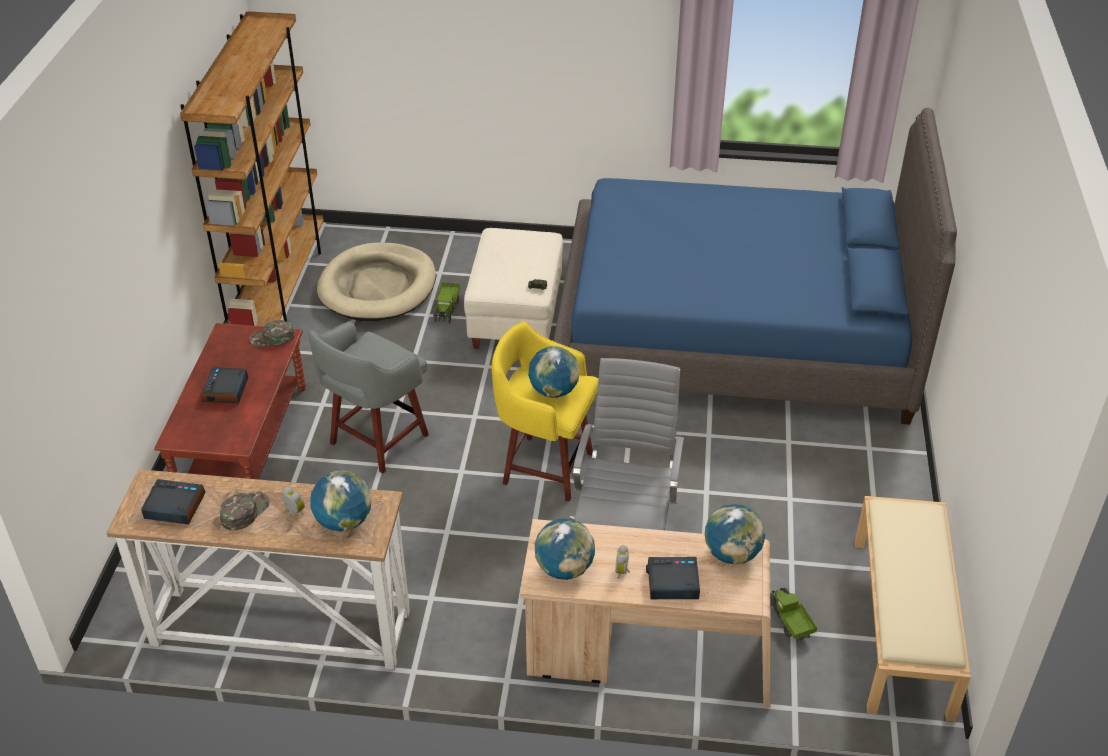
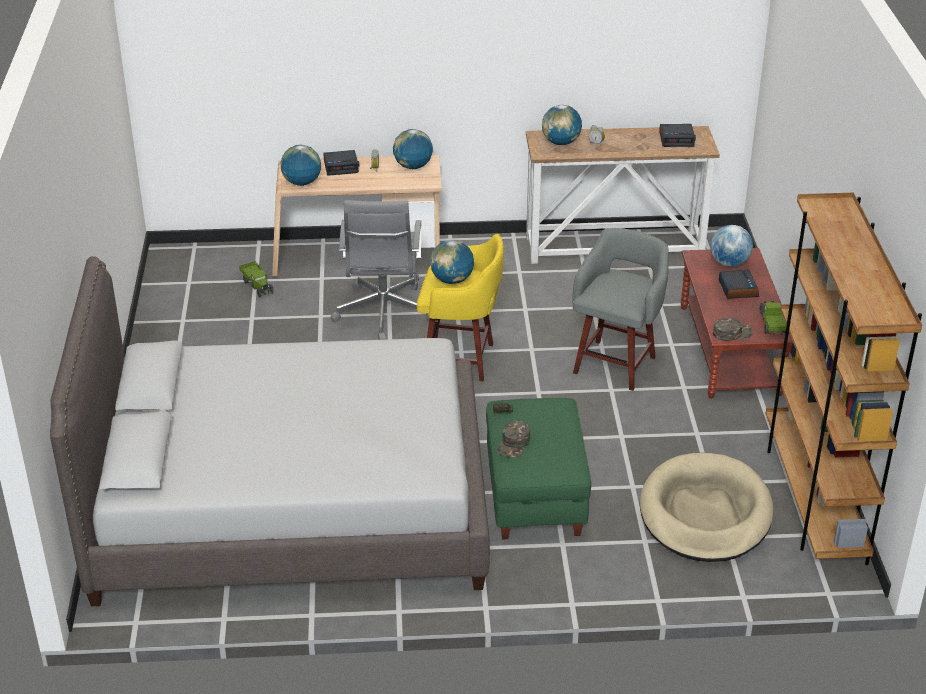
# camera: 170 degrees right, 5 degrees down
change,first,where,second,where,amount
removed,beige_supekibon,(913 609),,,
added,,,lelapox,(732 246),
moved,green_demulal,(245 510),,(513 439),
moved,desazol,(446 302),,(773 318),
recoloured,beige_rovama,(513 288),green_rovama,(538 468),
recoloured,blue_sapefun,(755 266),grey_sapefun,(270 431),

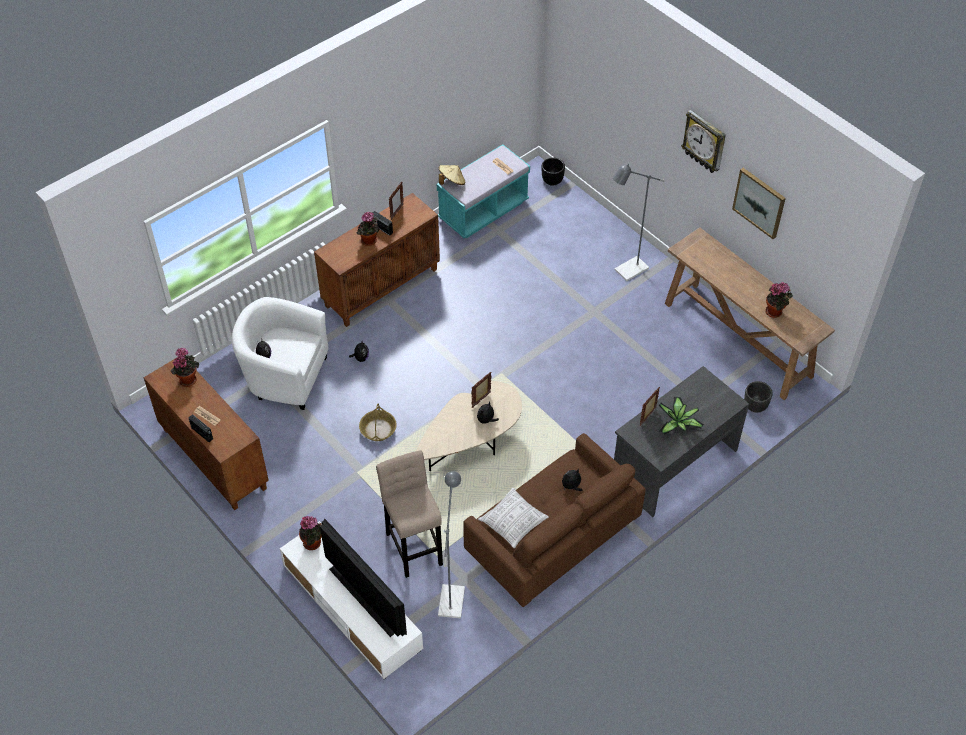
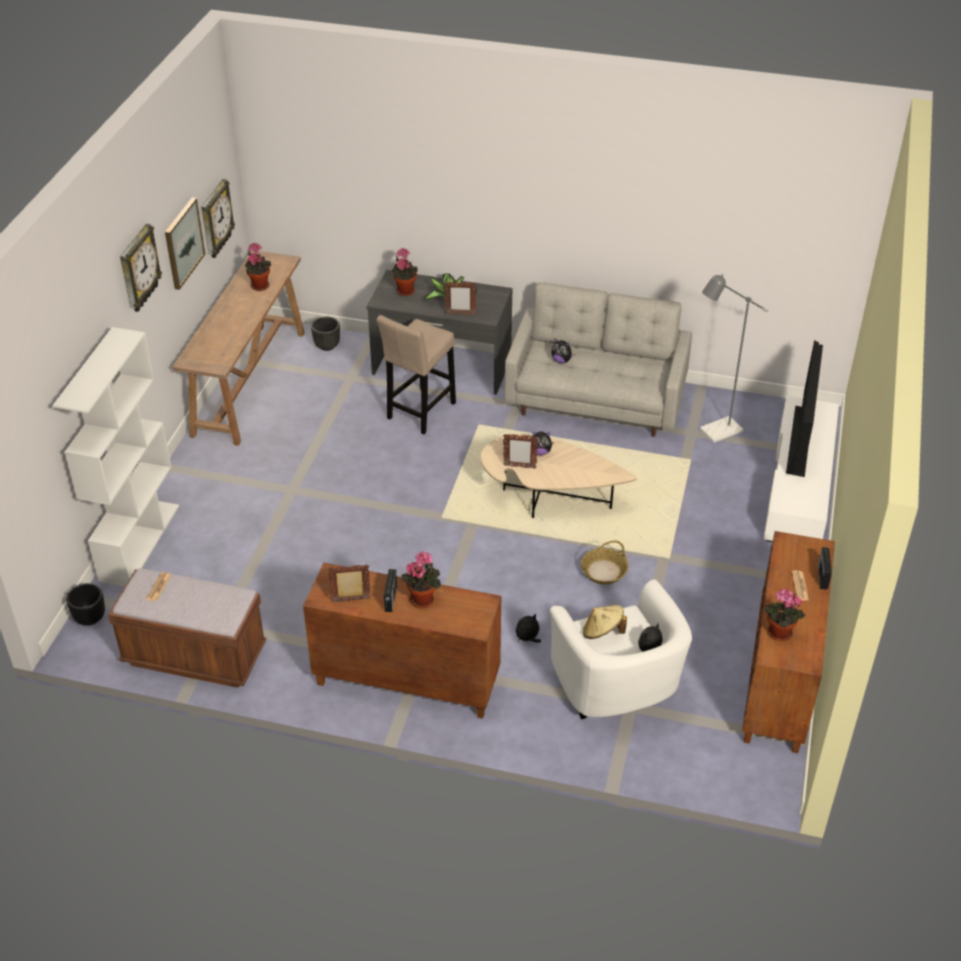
# camera: 125 degrees left, 10 degrees down
change,first,where,second,where,amount
removed,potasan,(513 518),,,
removed,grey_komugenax,(639 222),,,
added,,,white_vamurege,(115 457),
added,,,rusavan,(218 218),
moved,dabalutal,(310 533),,(405 272),
moved,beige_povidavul,(409 514),,(416 374),
moved,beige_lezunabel,(452 175),,(605 622),
recoloured,turquoise_supekibon,(483 191),brown_supekibon,(187 628),
recoloured,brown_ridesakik,(555 520),grey_ridesakik,(598 359),

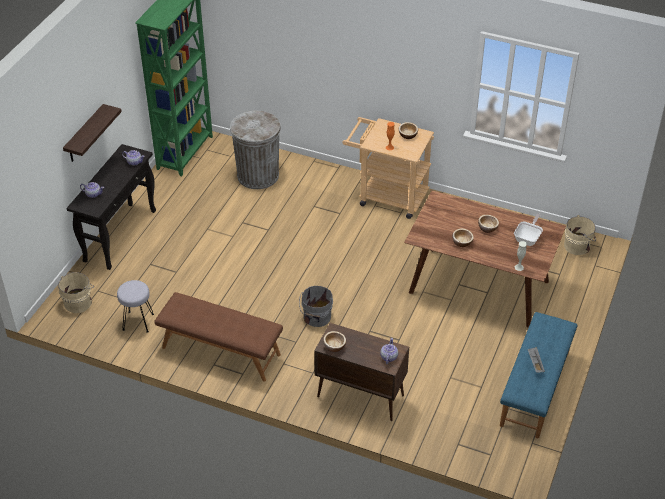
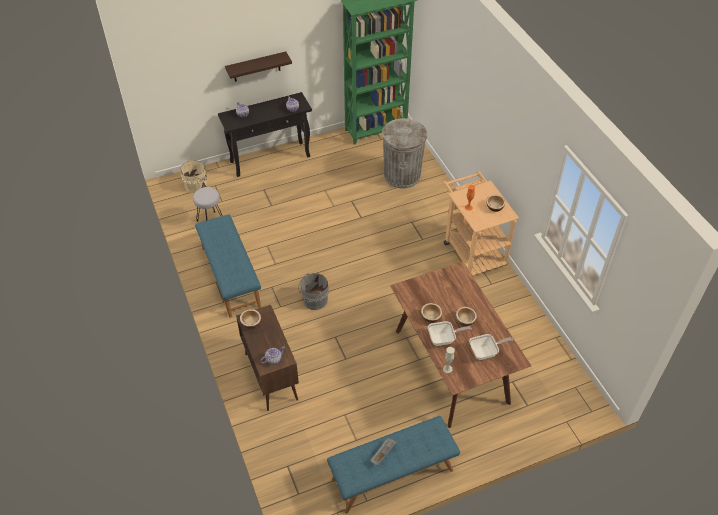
# camera: 45 degrees right, 5 degrees up
change,first,where,second,where,amount
removed,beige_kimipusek,(580 235),,,
added,,,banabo,(450 333),
recoloured,brown_supekibon,(218 337),blue_supekibon,(228 266),

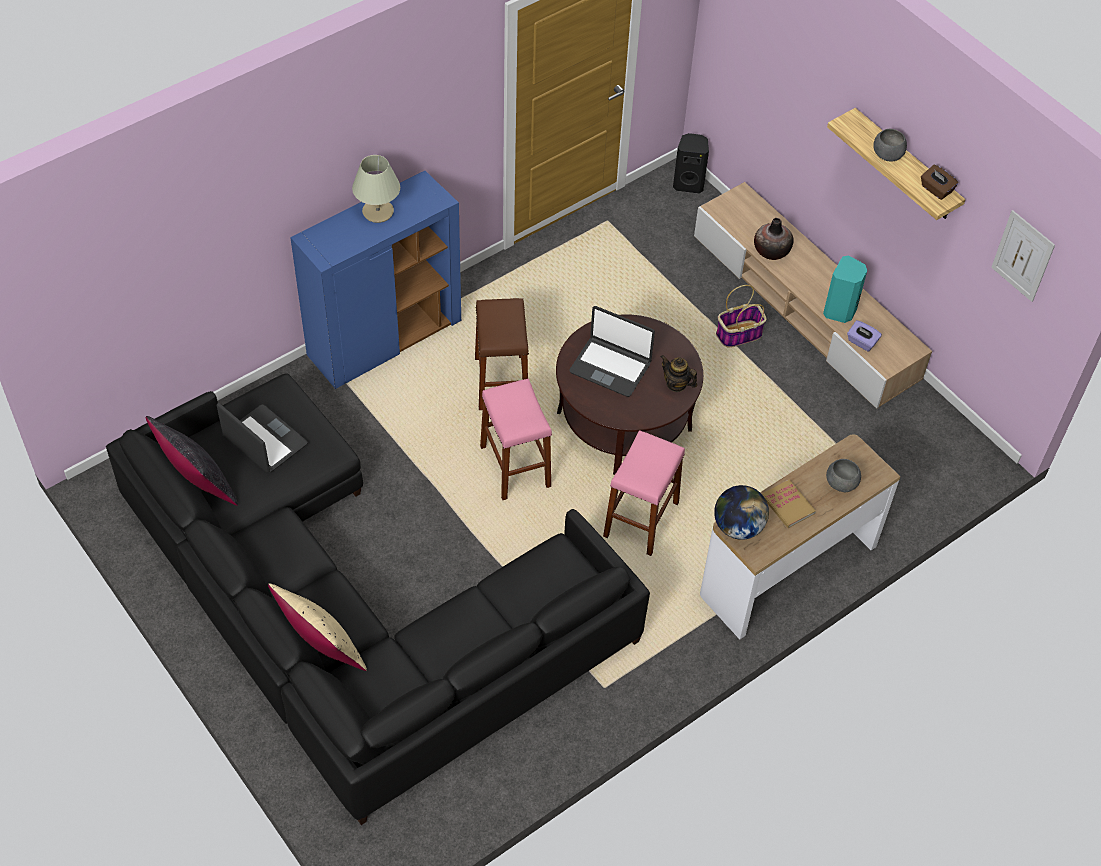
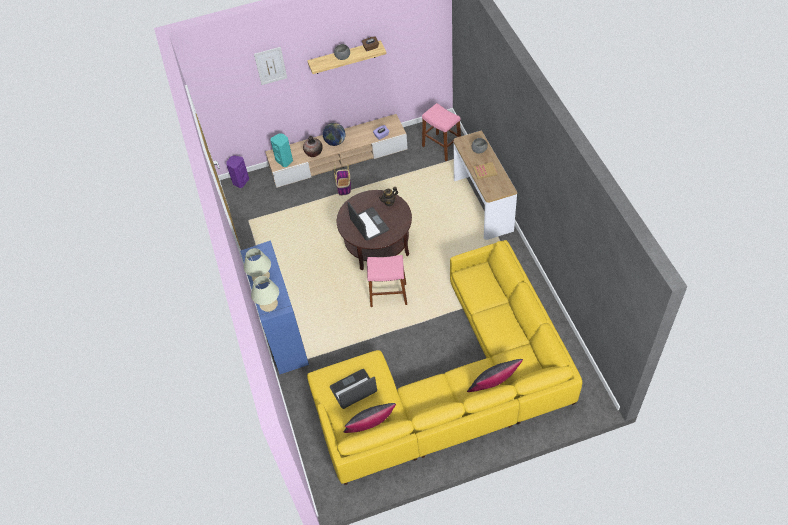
# camera: 65 degrees left, 0 degrees up
change,first,where,second,where,amount
removed,brown_povidavul,(502 354),,,
added,,,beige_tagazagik,(265 294),
moved,pink_povidavul,(644 493),,(441 132),
moved,lelapox,(741 512),,(334 134),
moved,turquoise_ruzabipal,(845 289),,(281 150),
moved,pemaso,(1023 256),,(270 66),
recoloured,black_ridesakik,(378 599),yellow_ridesakik,(444 362),
recoloured,beige_potasan,(317 627),black_potasan,(495 375),
recoloured,black_ruzabipal,(691 163),purple_ruzabipal,(237 171),
turned,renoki,(612 351),,(368 221),75 degrees counterclockwise

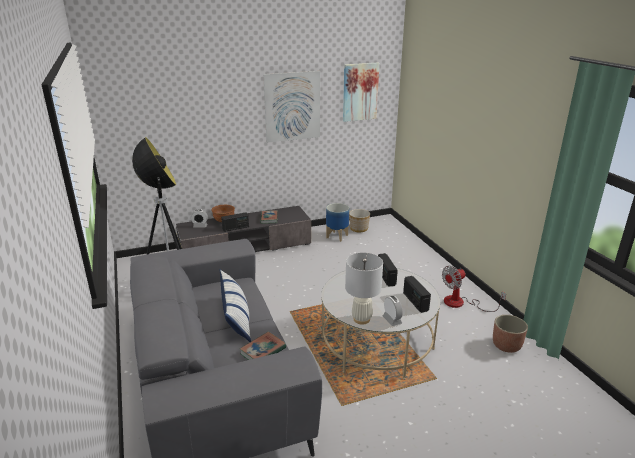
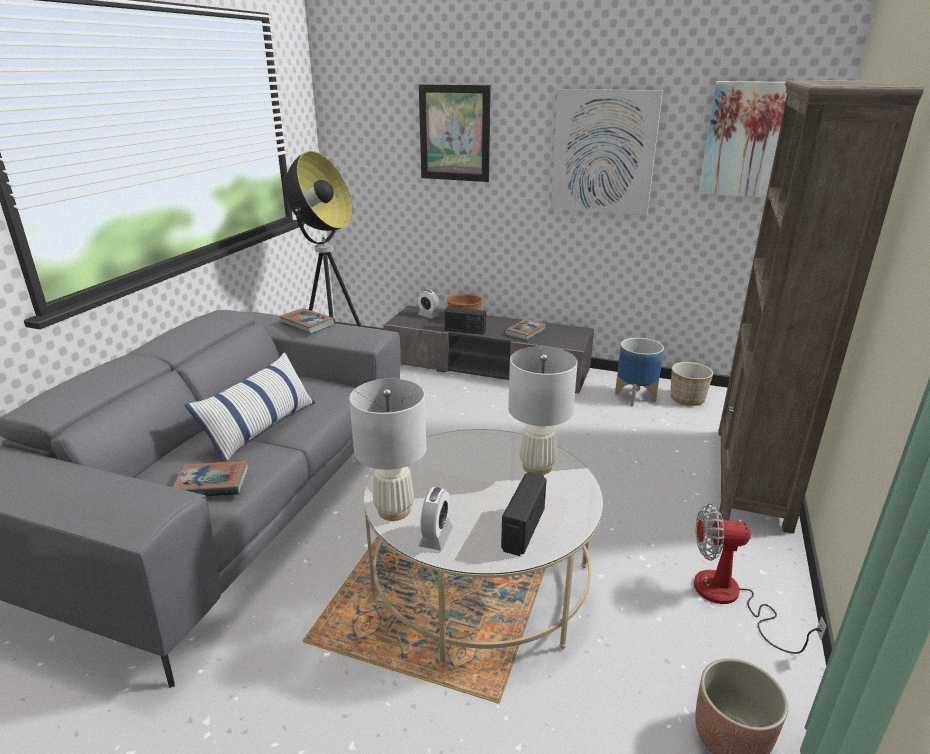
# camera: 40 degrees right, 0 degrees up
change,first,where,second,where,amount
added,,,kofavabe,(307 321),
added,,,pemaso,(455 133),
added,,,brown_vamurege,(821 307),
replaced,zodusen,(388 270),white_tagazagik,(543 410),

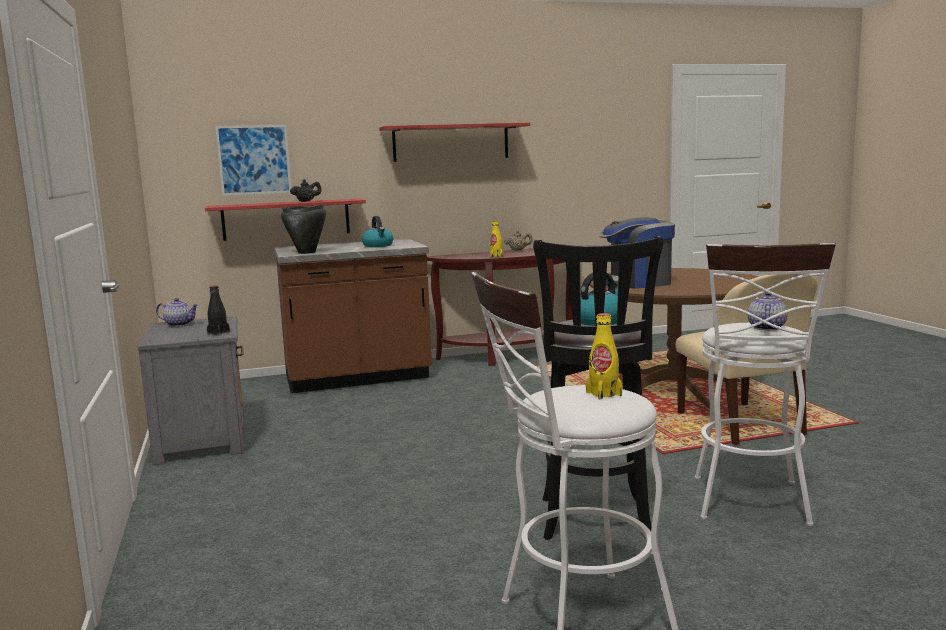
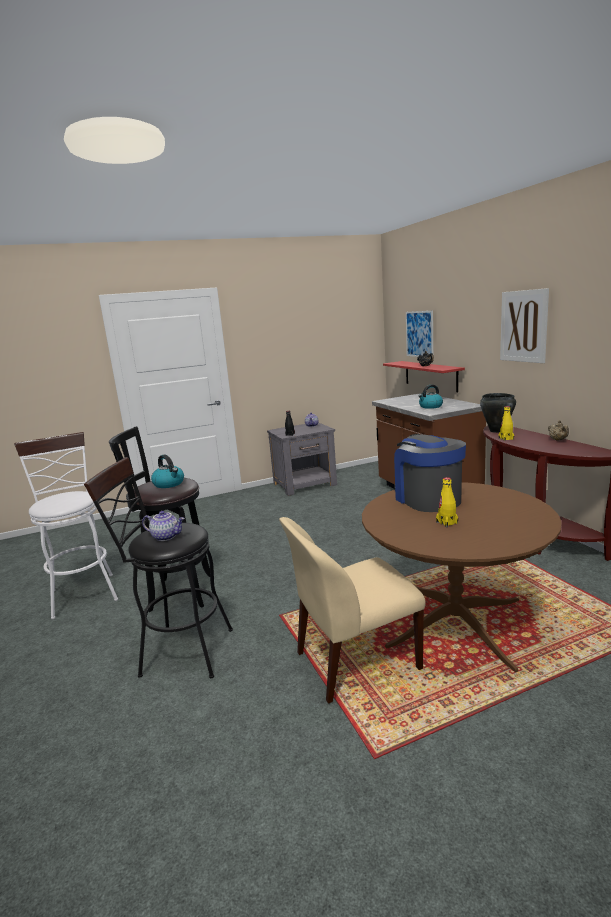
# camera: 85 degrees right, 5 degrees up
change,first,where,second,where,amount
moved,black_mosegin,(303 229),,(498 413),
moved,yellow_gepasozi,(604 356),,(447 502),
replaced,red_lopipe,(454 142),pemaso,(524 325),
recoloured,white_povidavul,(765 384),black_povidavul,(158 567),

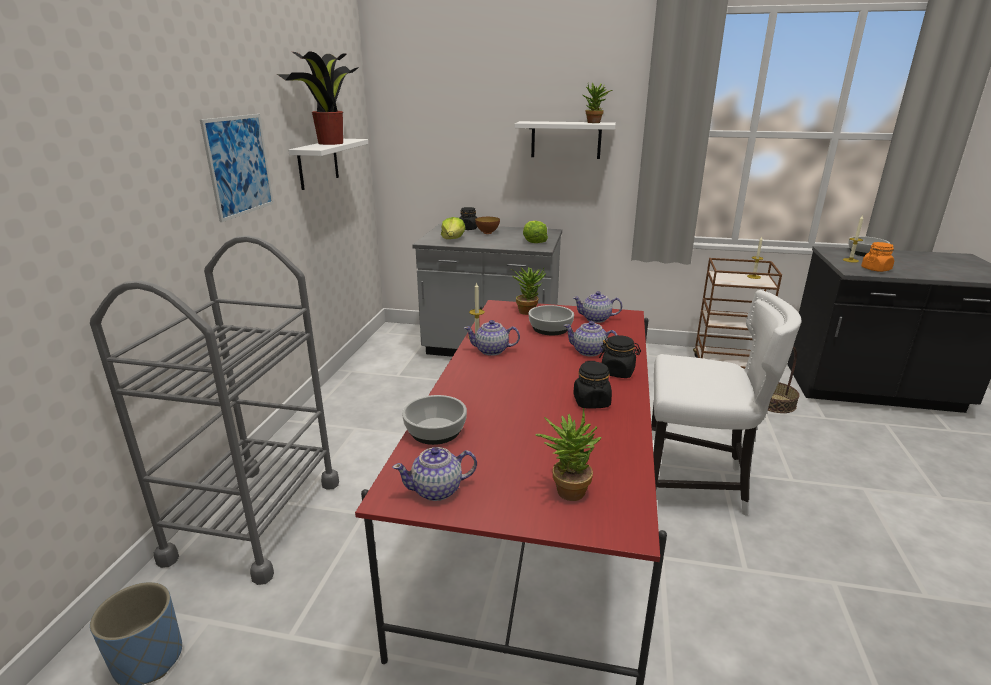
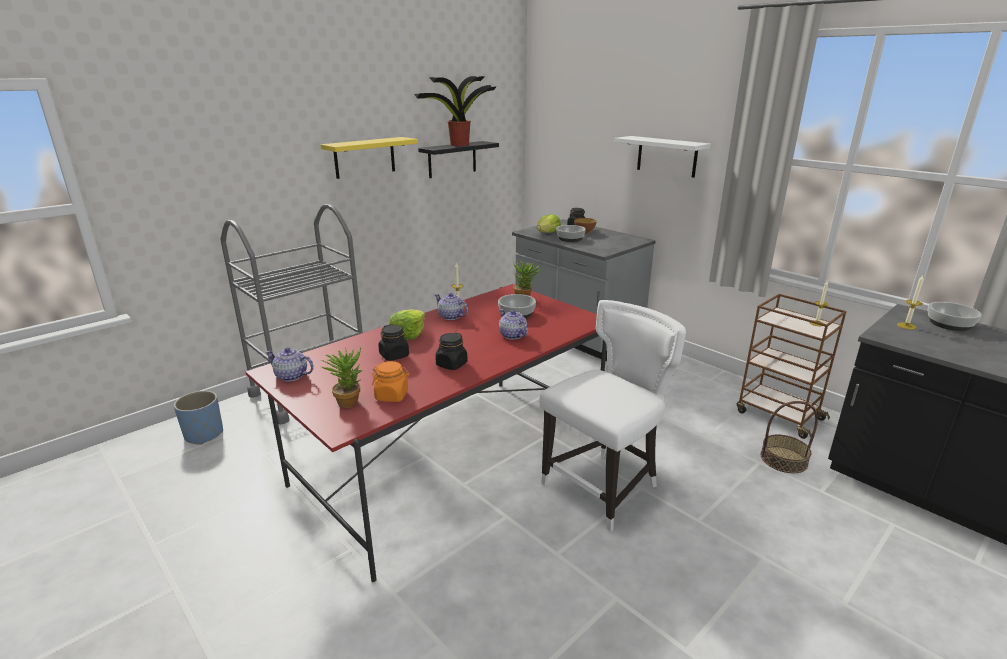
# camera: 35 degrees right, 0 degrees up
change,first,where,second,where,amount
removed,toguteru,(597 307),,,
removed,dabalutal,(597 102),,,
moved,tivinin,(434 420),,(571 233),
moved,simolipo,(535 232),,(407 325),
moved,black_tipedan,(620 356),,(393 342),
moved,orange_tipedan,(877 257),,(391 381),
replaced,pemaso,(237 168),yellow_lopipe,(369 158),
recoloured,white_lopipe,(328 164),black_lopipe,(458 159),
turned,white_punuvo,(726 403),,(612 416),90 degrees counterclockwise

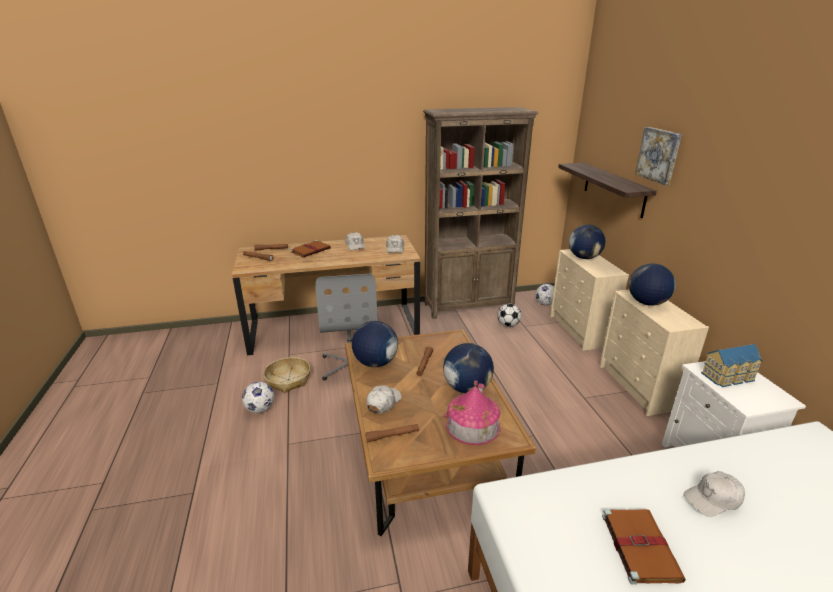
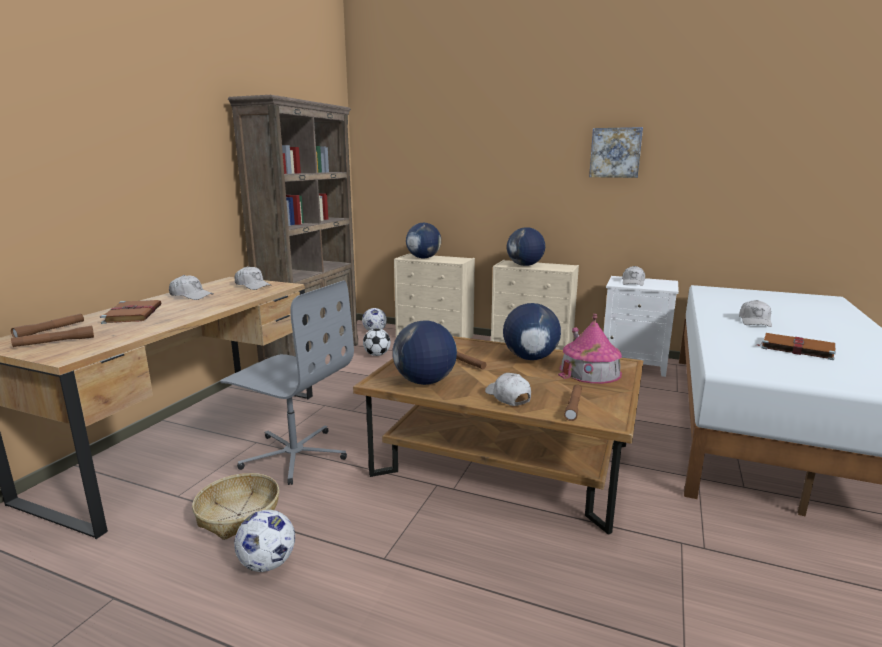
# camera: 55 degrees left, 10 degrees down
change,first,where,second,where,amount
removed,lopipe,(607 190),,,
moved,pemaso,(658 156),,(616 152),
replaced,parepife,(732 365),white_demulal,(633 276),

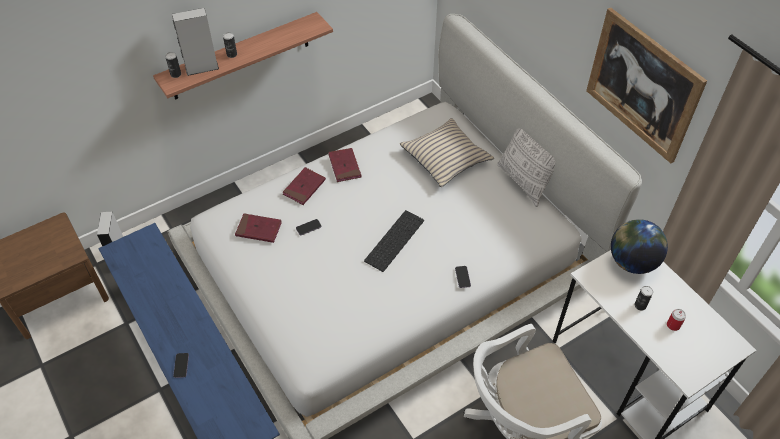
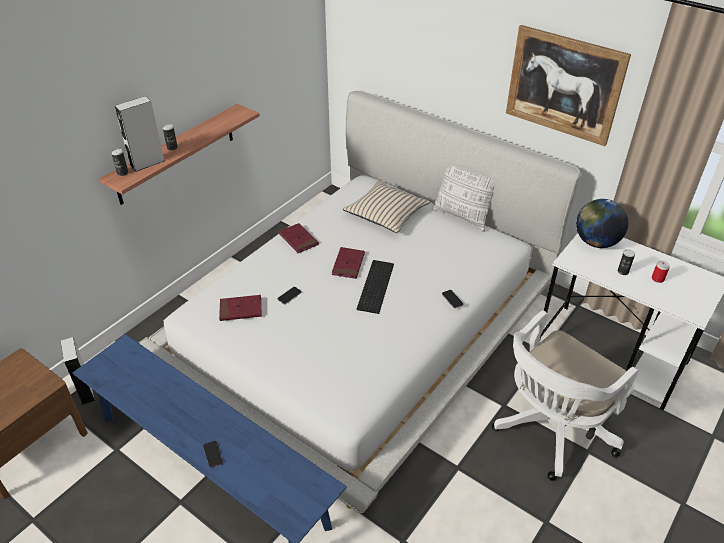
# camera: 20 degrees left, 10 degrees down
change,first,where,second,where,amount
moved,red_kofavabe,(304 186),,(348 263),

